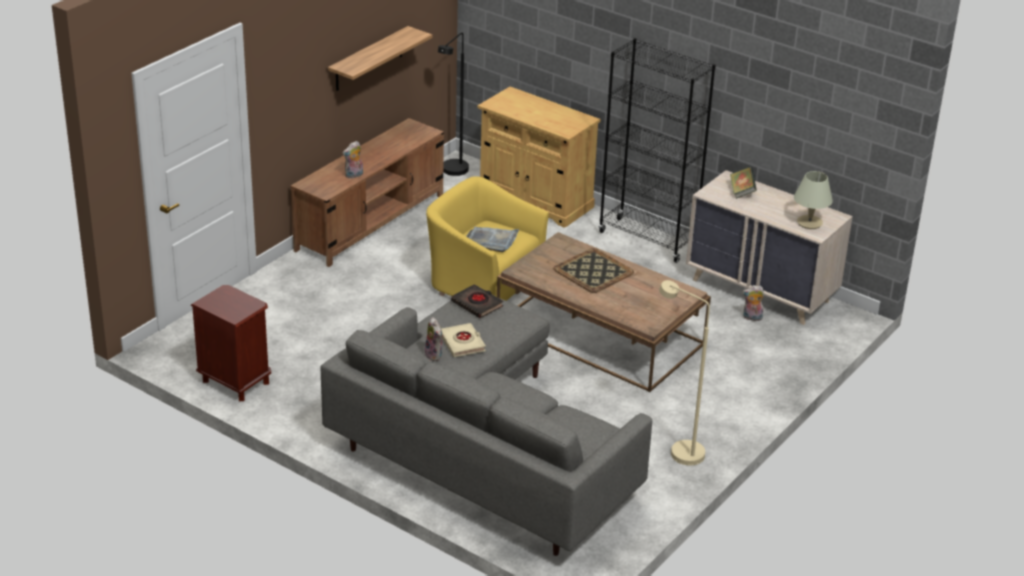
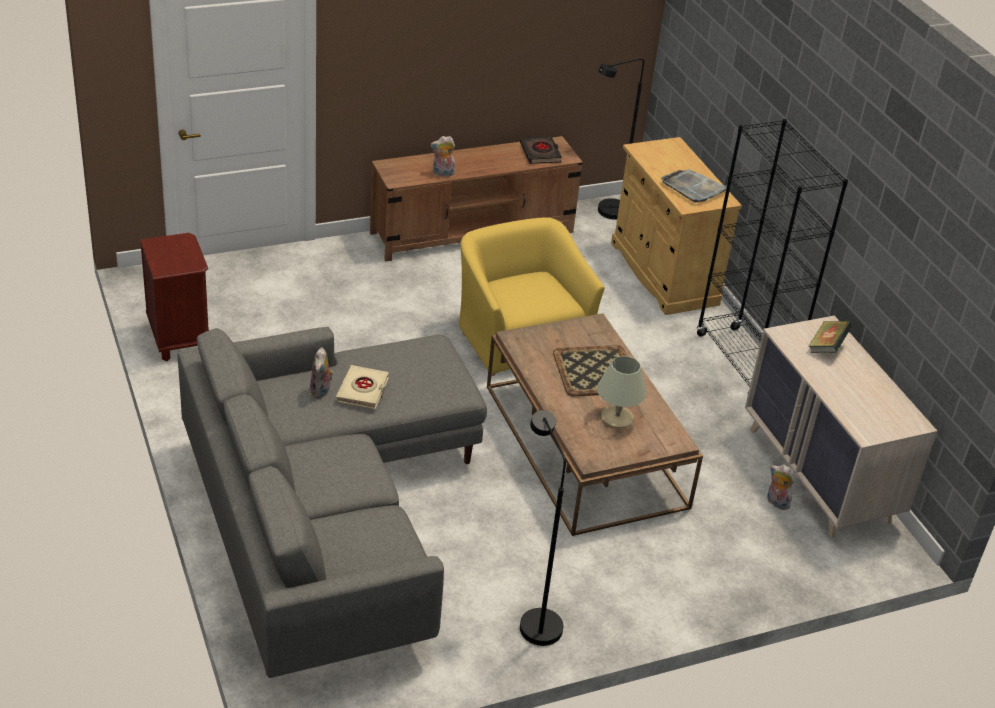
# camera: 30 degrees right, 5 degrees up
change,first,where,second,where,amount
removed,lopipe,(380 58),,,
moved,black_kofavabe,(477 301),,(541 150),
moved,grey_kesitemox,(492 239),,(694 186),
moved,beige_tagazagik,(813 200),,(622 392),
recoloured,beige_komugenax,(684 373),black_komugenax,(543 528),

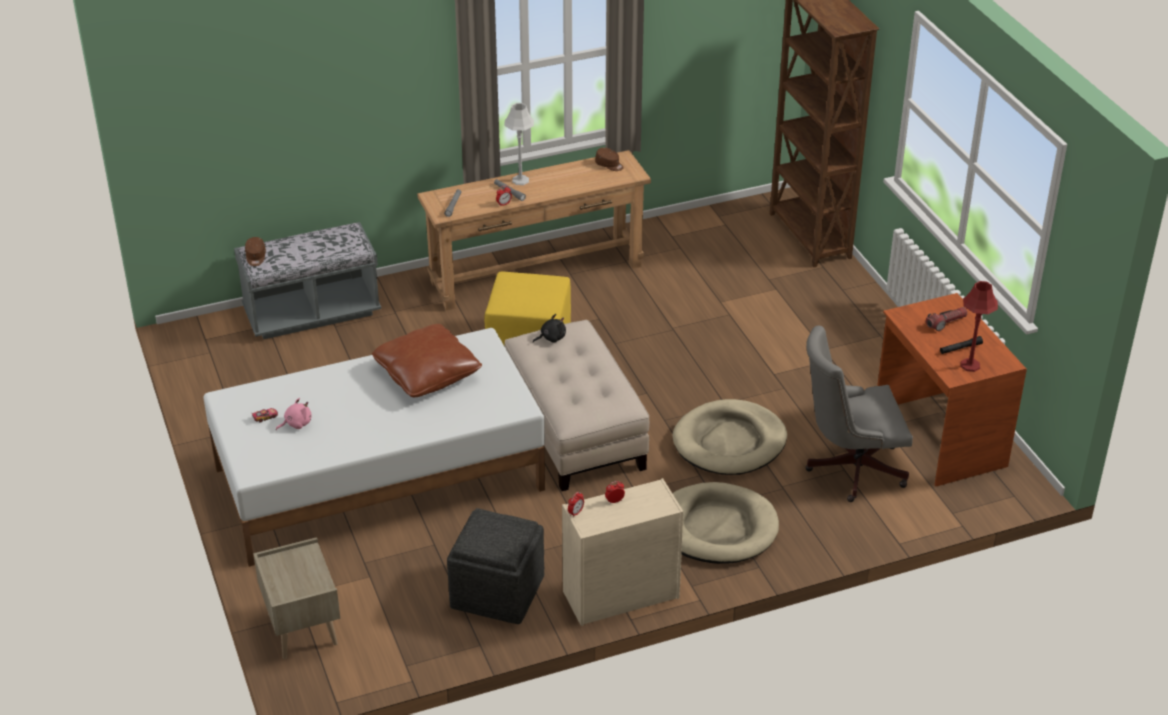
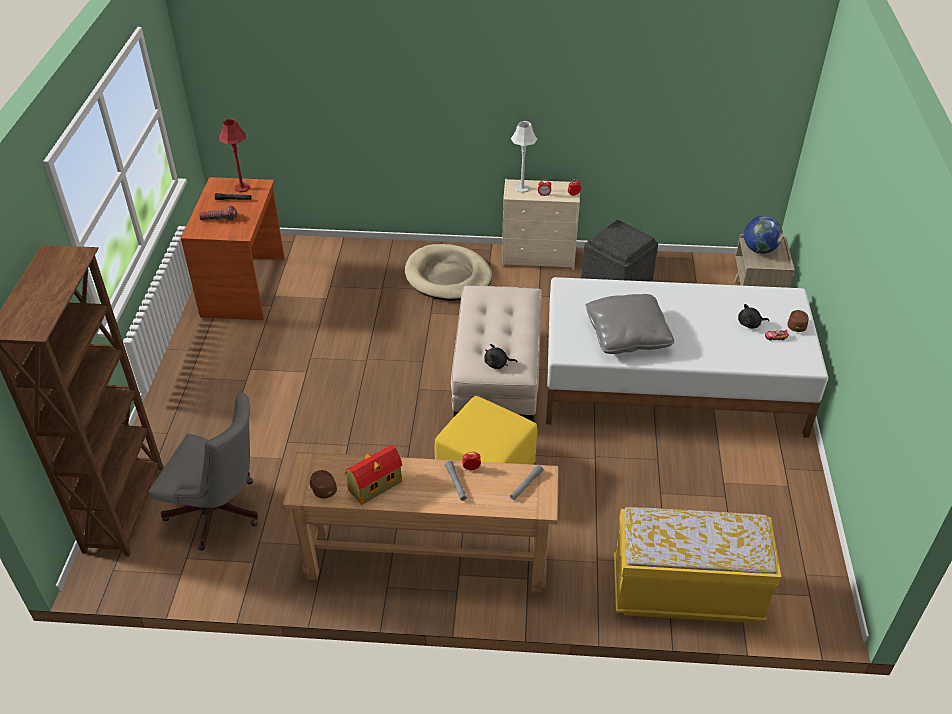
# camera: 155 degrees left, 5 degrees up
change,first,where,second,where,amount
removed,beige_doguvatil,(729 437),,,
added,,,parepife,(373 475),
added,,,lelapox,(763 235),
moved,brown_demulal,(255 251),,(798 321),
moved,grey_tagazagik,(519 144),,(524 157),
moved,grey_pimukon,(859 414),,(203 472),
recoloured,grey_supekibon,(307 280),yellow_supekibon,(697 565),
recoloured,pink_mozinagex,(294 414),black_mozinagex,(753 316),
recoloured,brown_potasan,(427 360),grey_potasan,(629 324),

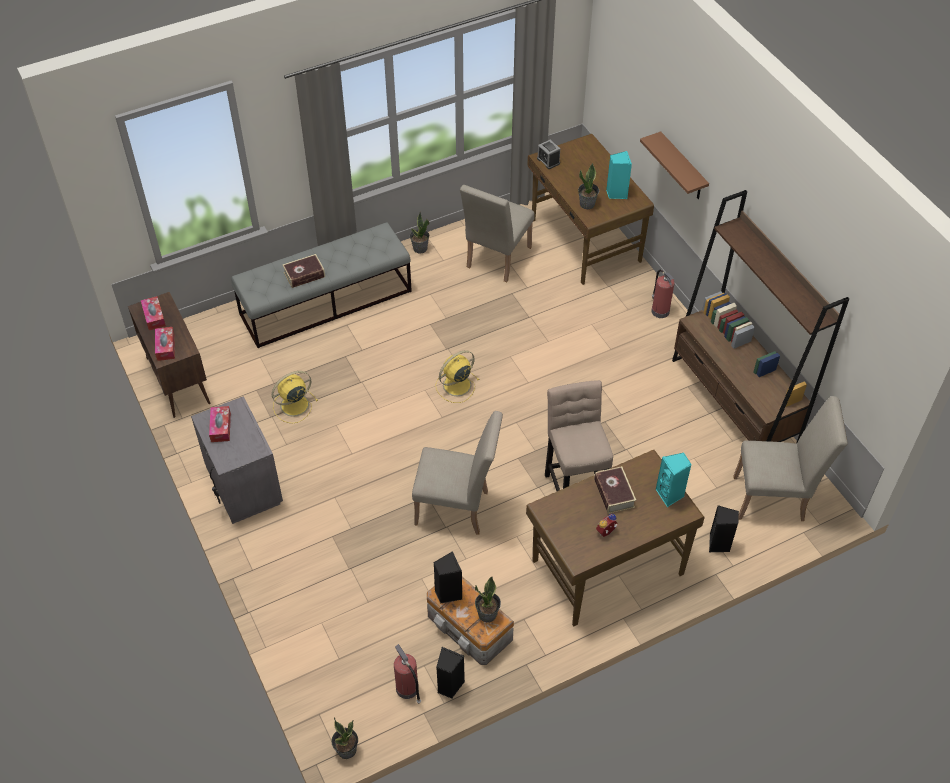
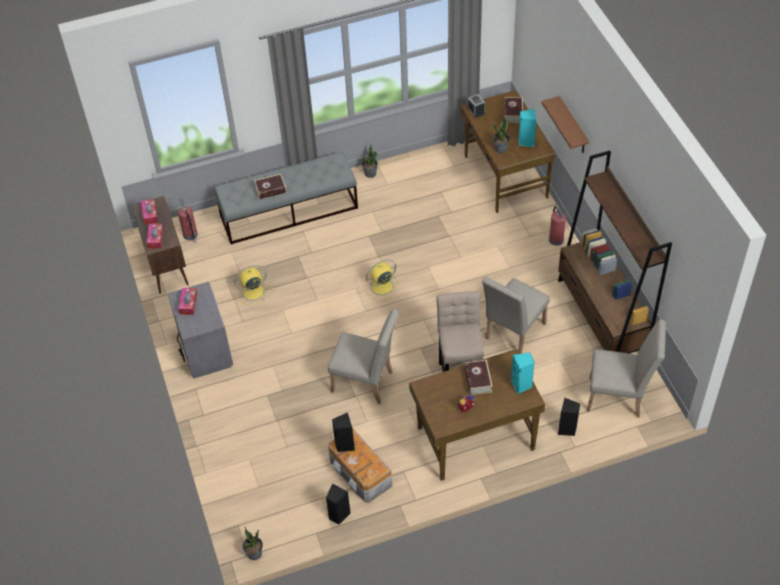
# camera: 10 degrees right, 0 degrees up
change,first,where,second,where,amount
removed,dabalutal,(488 599),,,
added,,,kofavabe,(513 110),
moved,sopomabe,(407 674),,(188 220),
moved,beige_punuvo,(497 233),,(516 315),

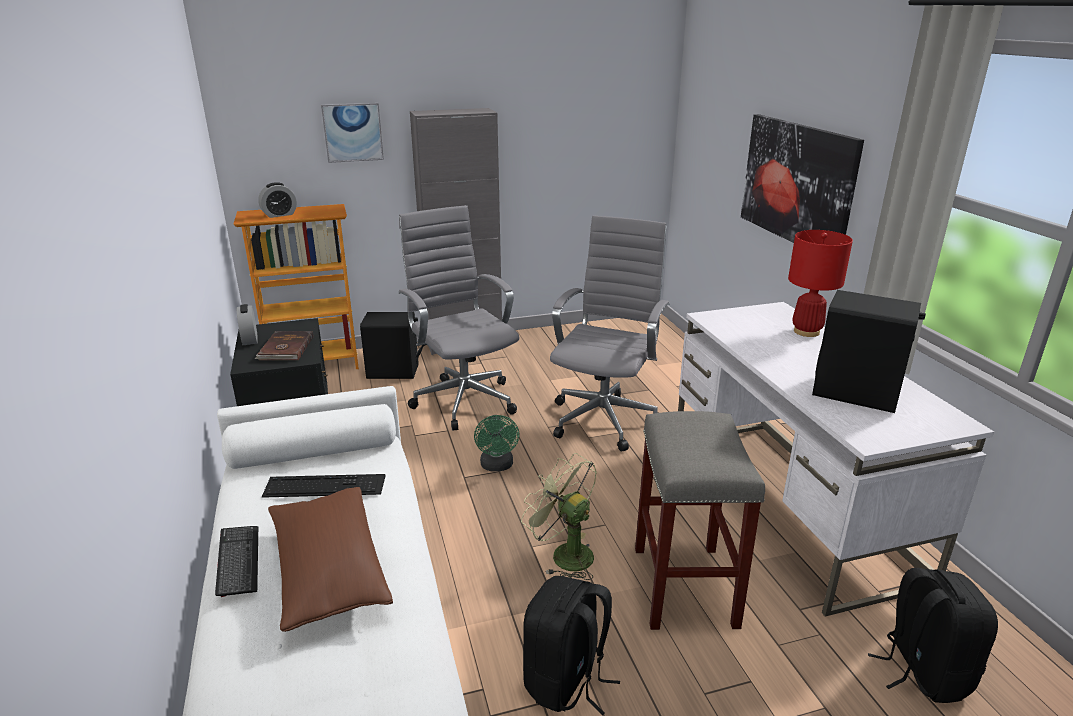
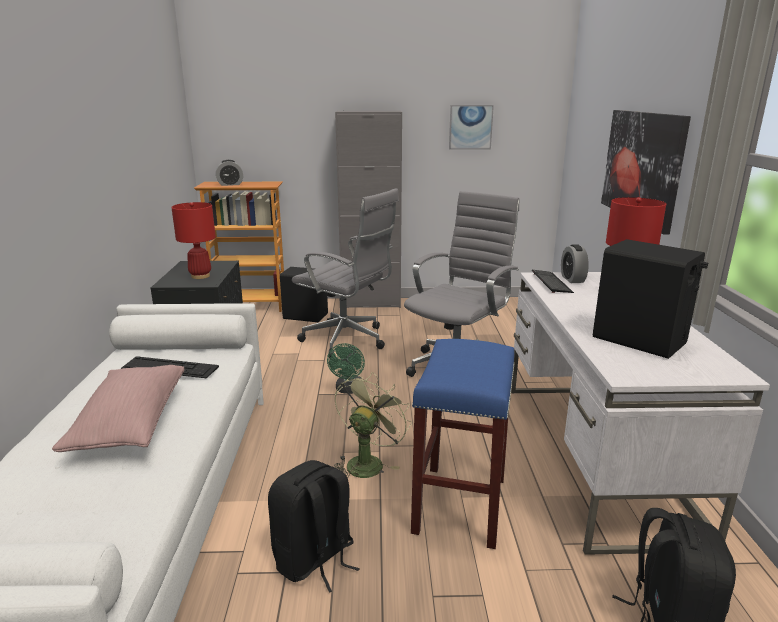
# camera: 15 degrees right, 5 degrees down
change,first,where,second,where,amount
moved,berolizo,(236 561),,(553 281),
moved,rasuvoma,(247 324),,(575 263),
moved,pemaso,(352 133),,(471 127),
replaced,brown_kofavabe,(284 345),red_tagazagik,(193 240),
recoloured,brown_potasan,(330 559),pink_potasan,(118 408),
recoloured,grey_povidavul,(700 520),blue_povidavul,(463 444),
turned,grey_pimukon,(459 318),,(345 273),135 degrees clockwise
turned,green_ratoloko,(559 516),,(373 425),60 degrees clockwise

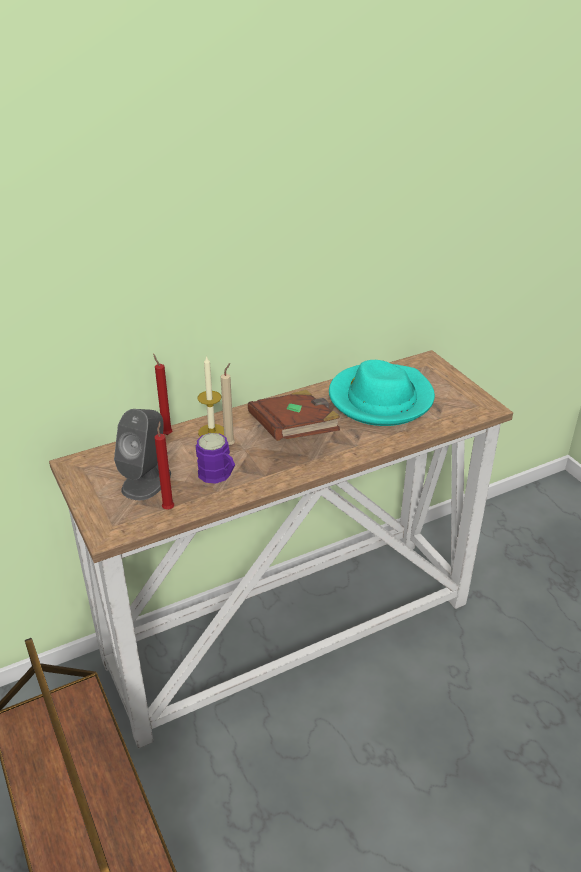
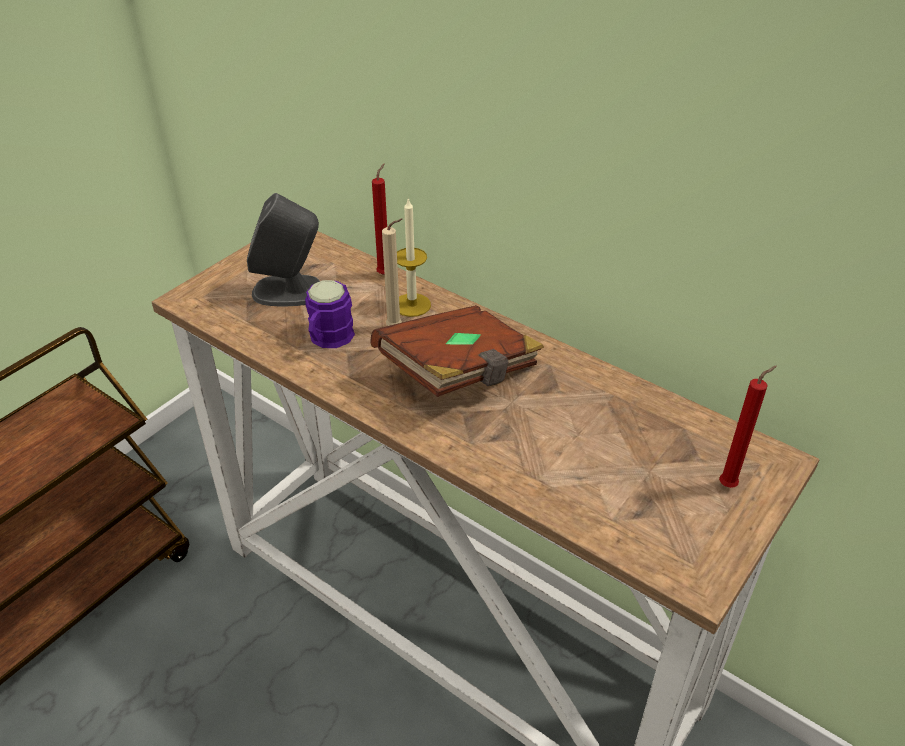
# camera: 65 degrees right, 5 degrees up
change,first,where,second,where,amount
removed,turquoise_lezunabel,(382 393),,,
moved,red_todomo,(164 466),,(748 427),

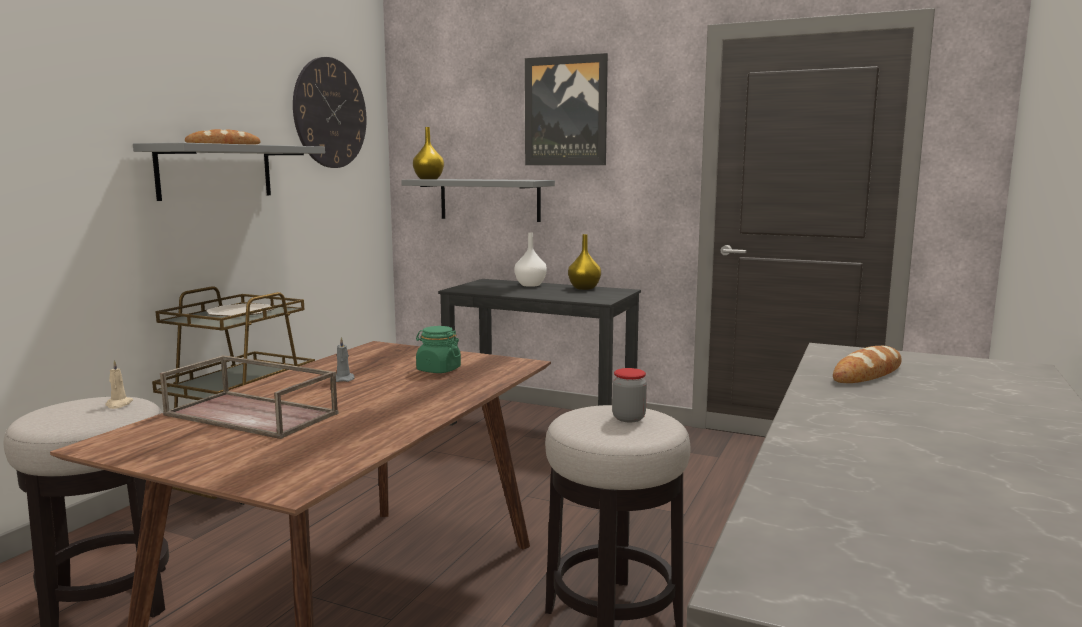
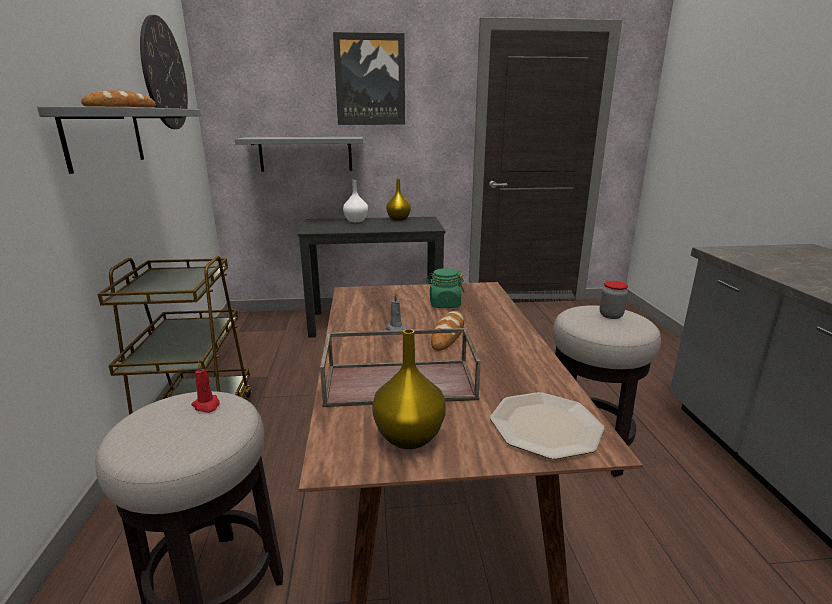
# camera: 30 degrees left, 10 degrees up
change,first,where,second,where,amount
moved,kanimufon,(239 309),,(547 425),
moved,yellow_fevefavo,(428 153),,(409 389),
moved,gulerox,(867 364),,(447 331),
recoloured,beige_todomo,(119 384),red_todomo,(205 387),

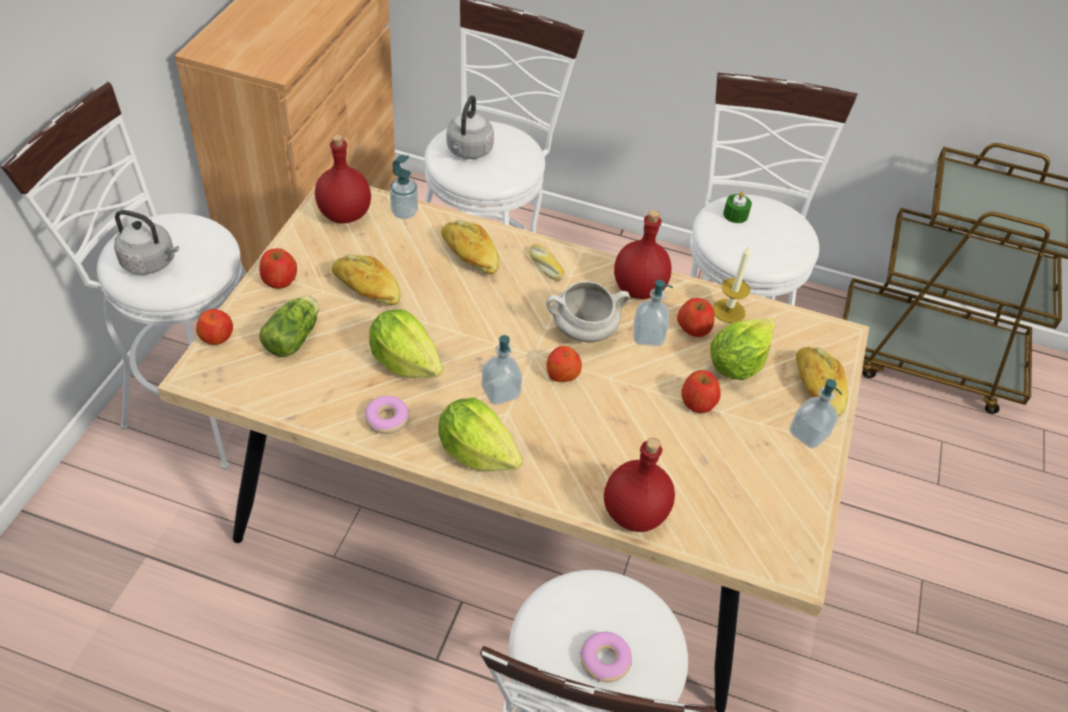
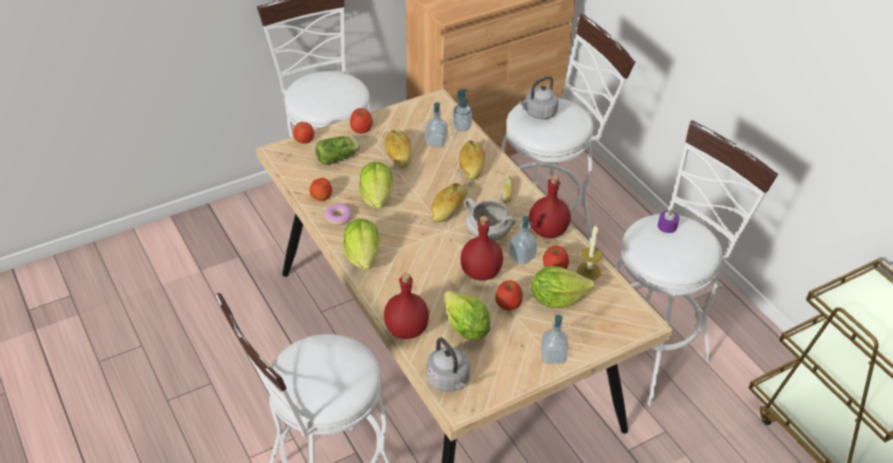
# camera: 45 degrees right, 5 degrees down
change,first,where,second,where,amount
removed,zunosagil,(606 656),,,
added,,,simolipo,(467 315),
moved,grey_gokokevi,(146 242),,(448 364),
moved,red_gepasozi,(343 179),,(481 248),
moved,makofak,(501 370),,(436 125),
moved,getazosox,(564 364),,(320 189),
moved,gulerox,(822 381),,(449 202),
recoloured,green_todomo,(737 207),purple_todomo,(668 221),

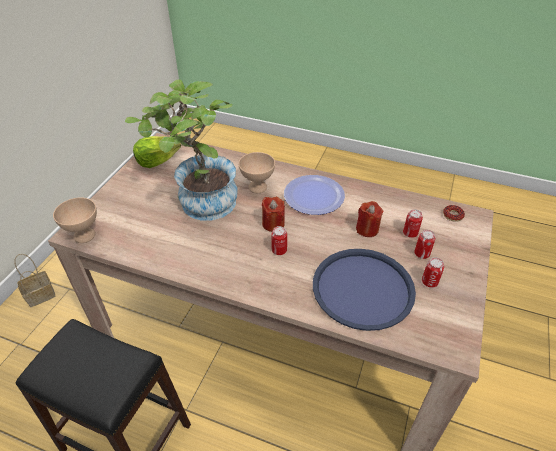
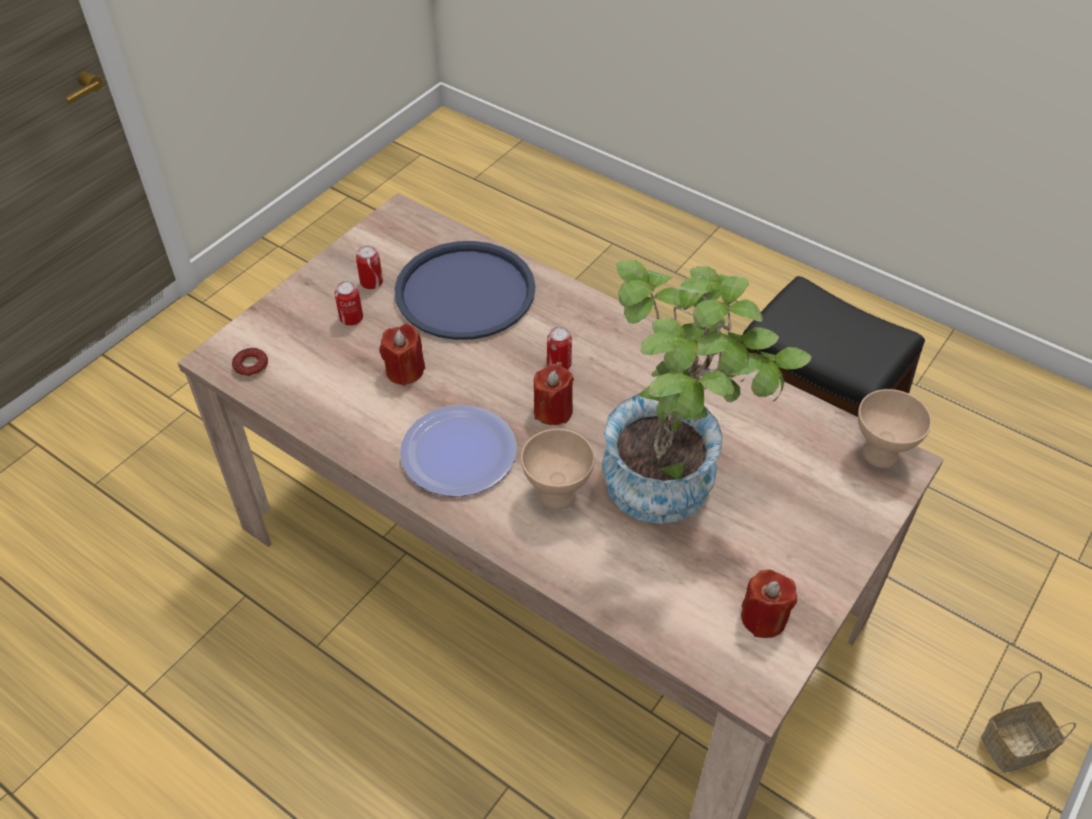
# camera: 165 degrees left, 5 degrees up
change,first,where,second,where,amount
removed,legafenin,(413 223),,,
replaced,simolipo,(157 152),red_todomo,(769 604),

